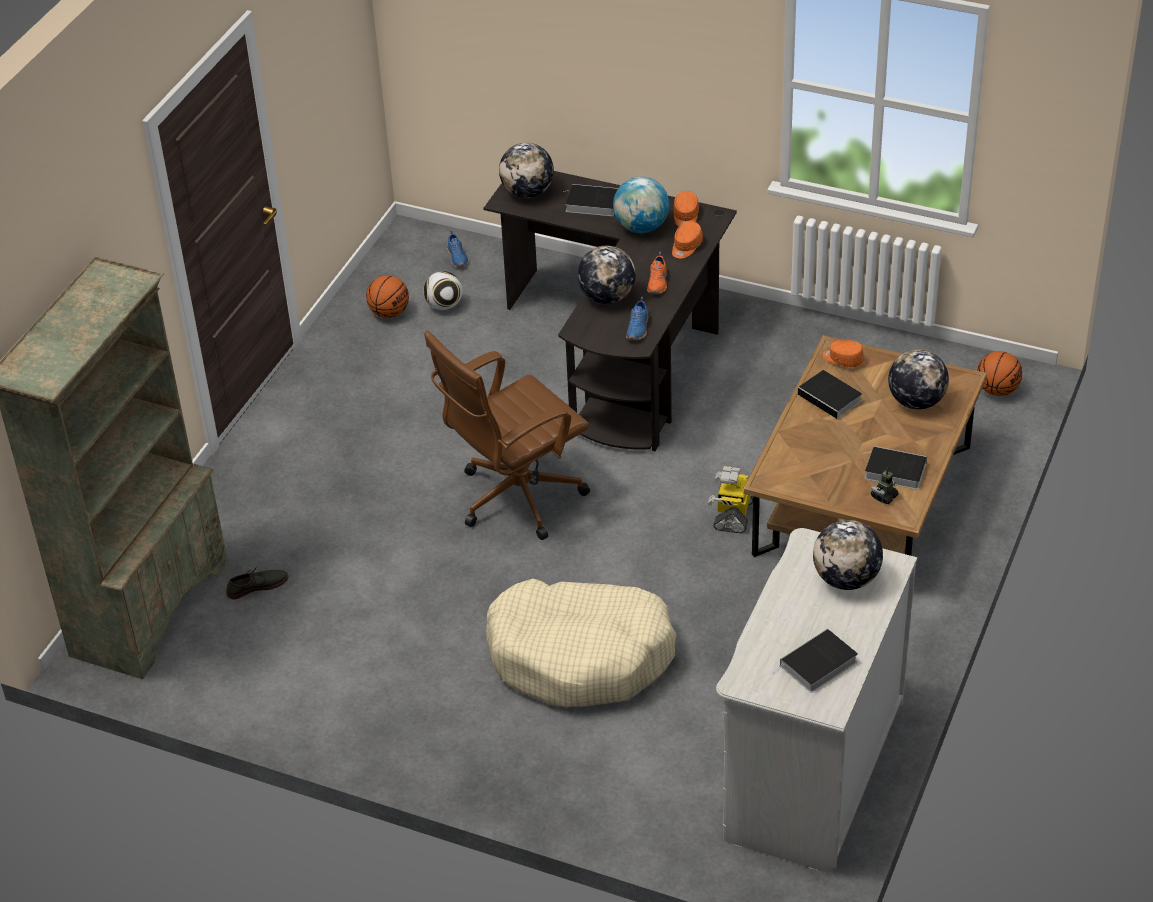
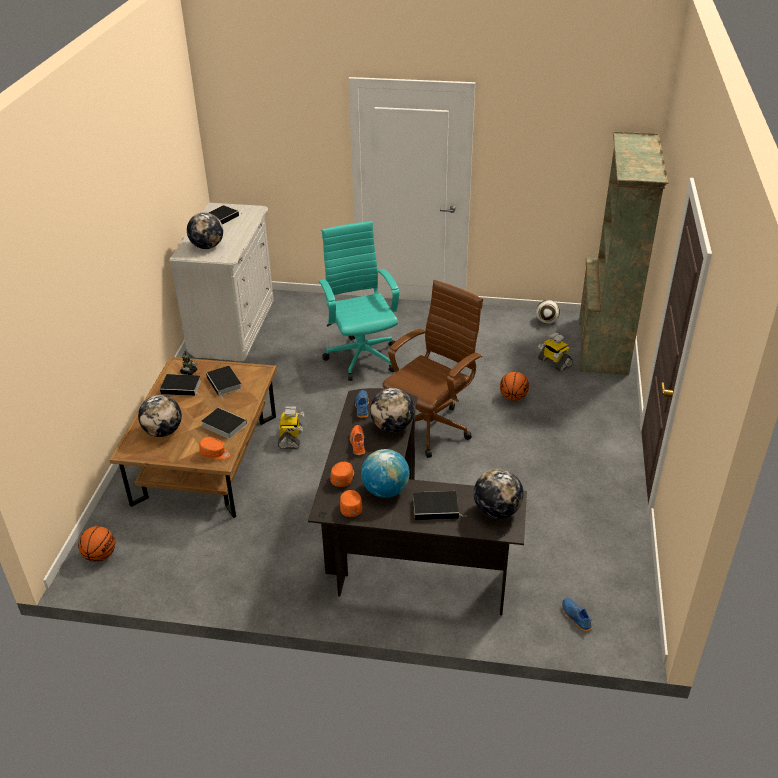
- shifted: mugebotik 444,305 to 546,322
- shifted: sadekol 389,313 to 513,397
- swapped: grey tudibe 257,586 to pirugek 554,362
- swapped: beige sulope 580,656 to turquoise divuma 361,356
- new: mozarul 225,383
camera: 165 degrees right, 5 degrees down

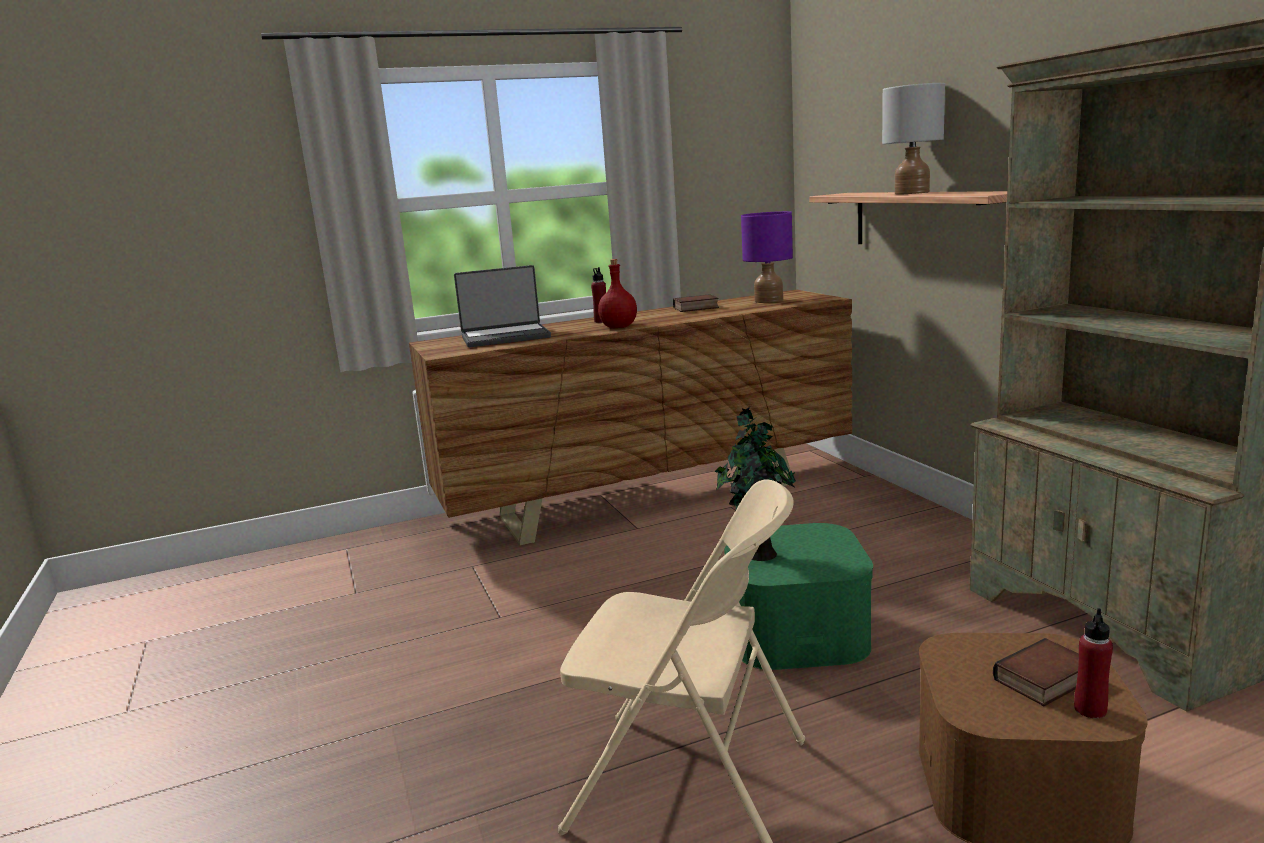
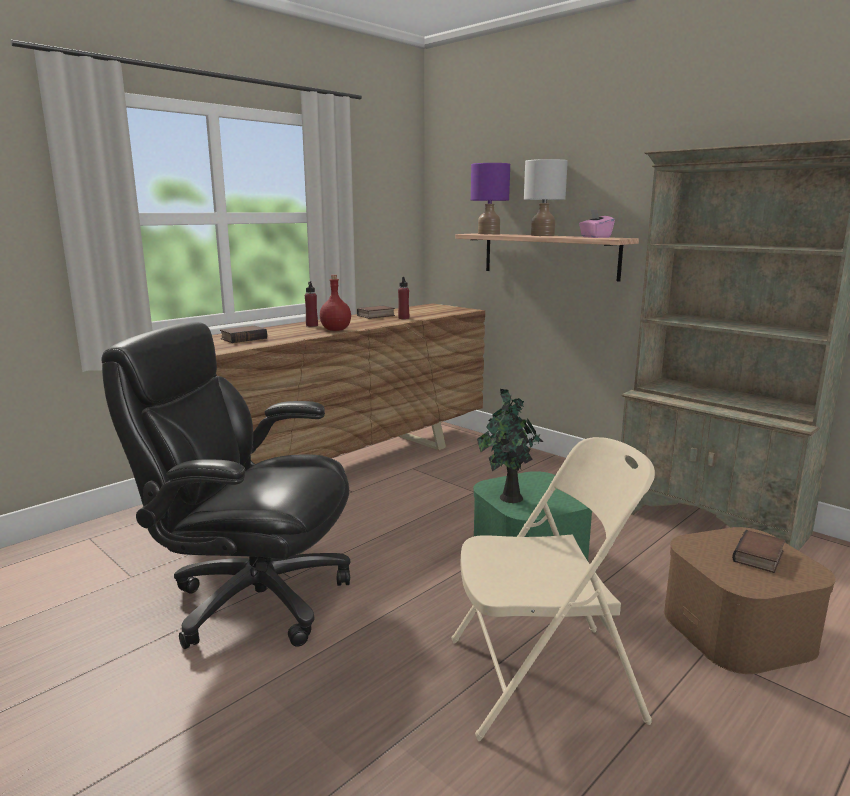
- shifted: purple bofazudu 769,301 to 489,234
- swapped: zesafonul 505,337 to mozarul 244,338
- shifted: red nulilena 1090,709 to 403,318
- new: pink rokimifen 595,237
- new: black divuma 253,598
camera: 25 degrees left, 0 degrees up

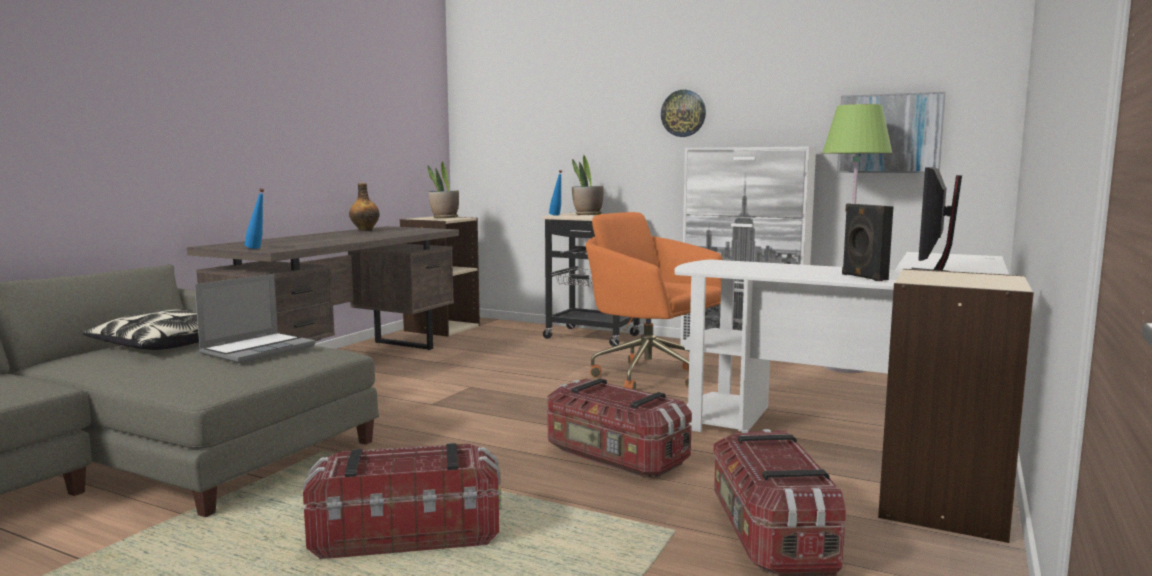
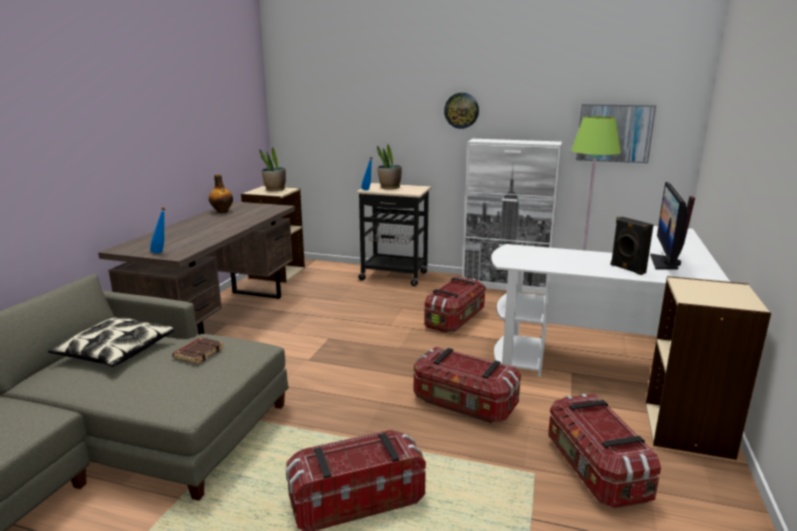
- swapped: orange divuma 652,378 to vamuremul 455,319
- swapped: zesafonul 258,350 to brown mozarul 198,353
camera: 10 degrees left, 10 degrees up

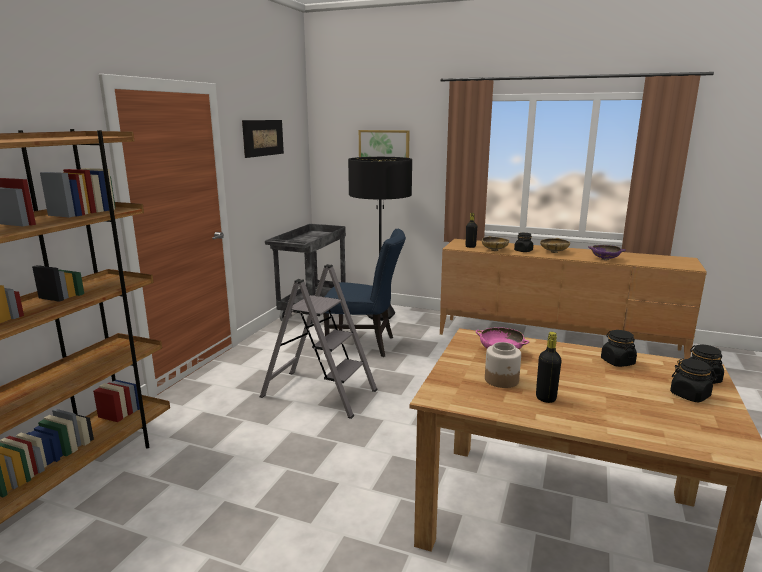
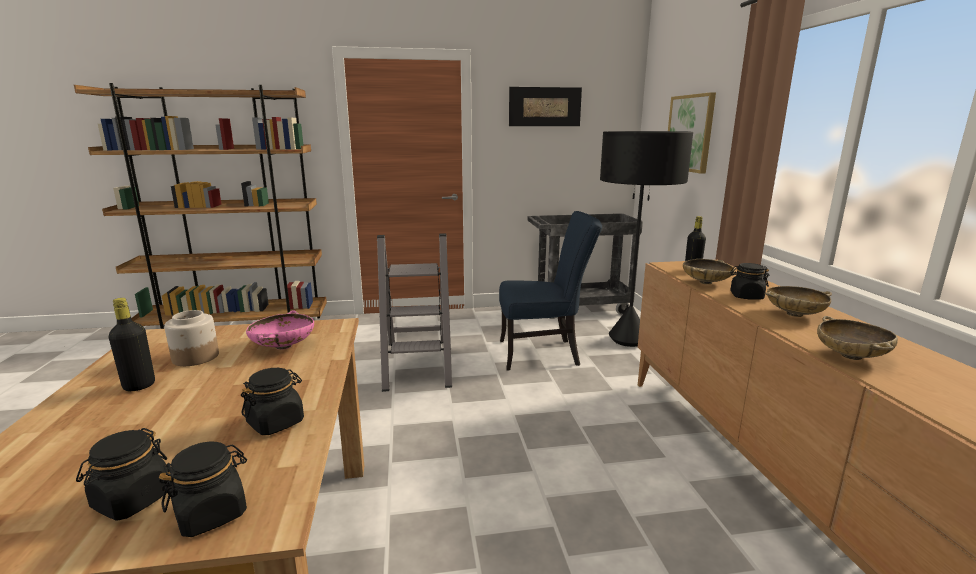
- rotated: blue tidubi 364,344 = 544,353 75 degrees counterclockwise
- repainted: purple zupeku 605,259 to beige zupeku 850,356
camera: 60 degrees right, 0 degrees up

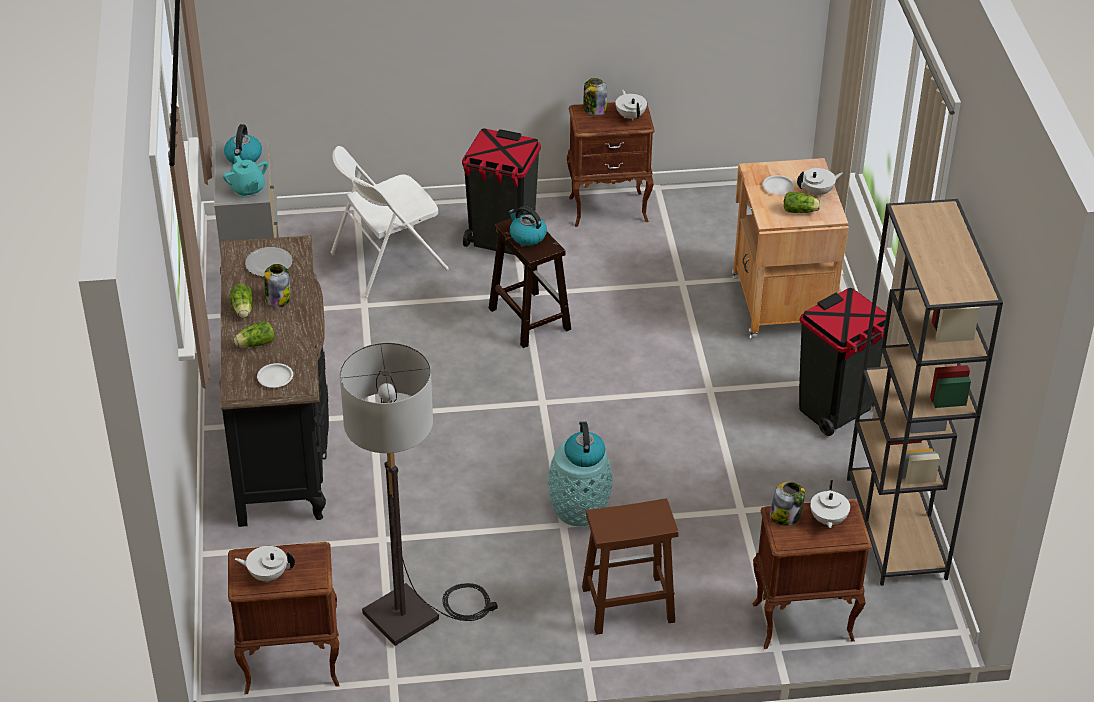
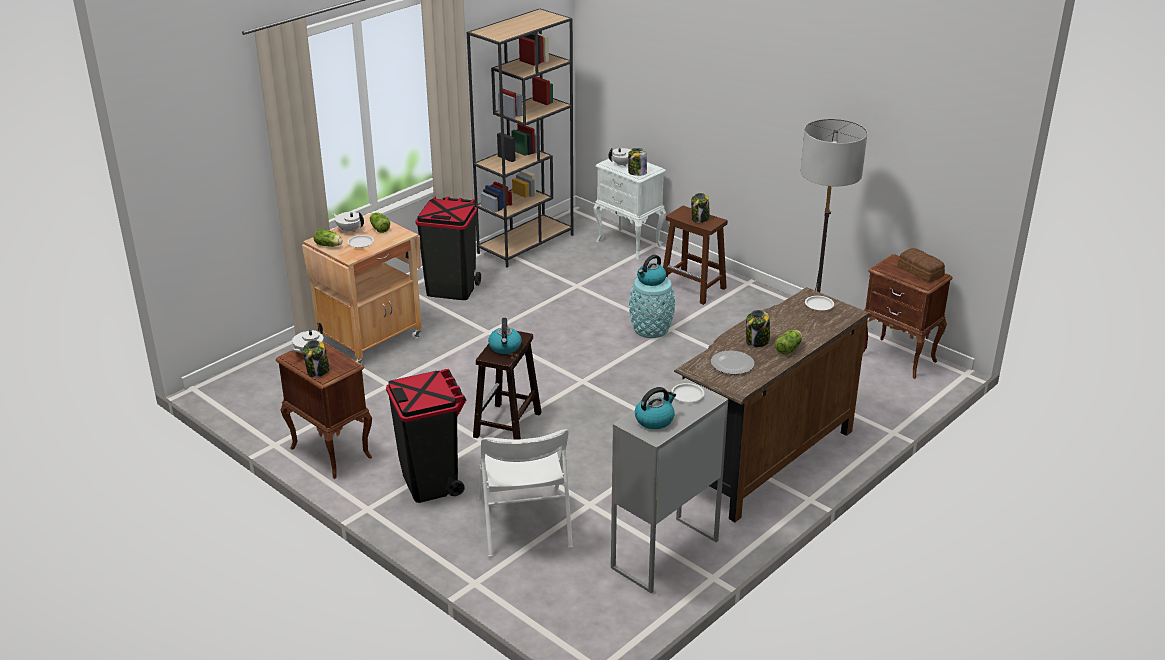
- rotated: white tidubi 388,261 = 524,523 60 degrees clockwise
- swapped: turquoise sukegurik 247,189 to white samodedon 687,395
- shifted: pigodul 254,344 to 329,245
- repainted: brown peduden 802,622 to white peduden 629,244
- swapped: white sukegurik 267,575 to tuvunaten 920,272
- new: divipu 700,219
camera: 130 degrees left, 10 degrees down

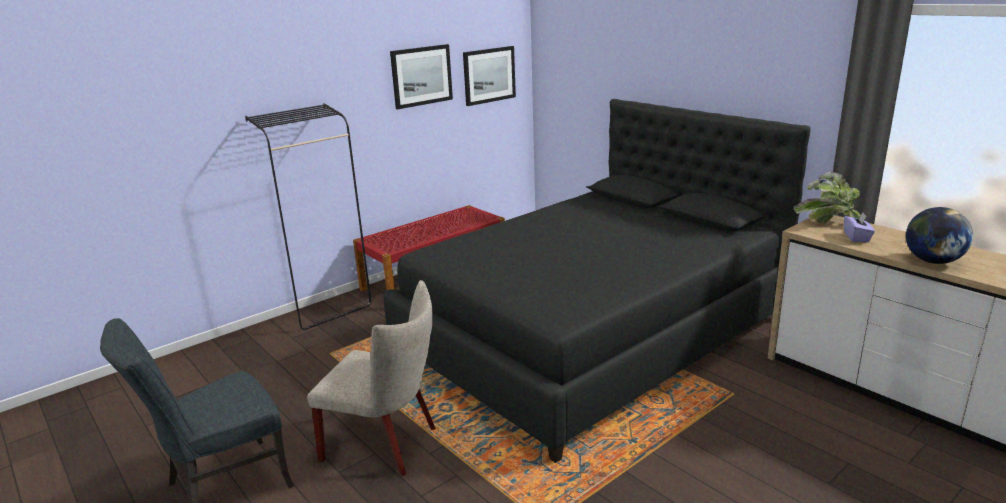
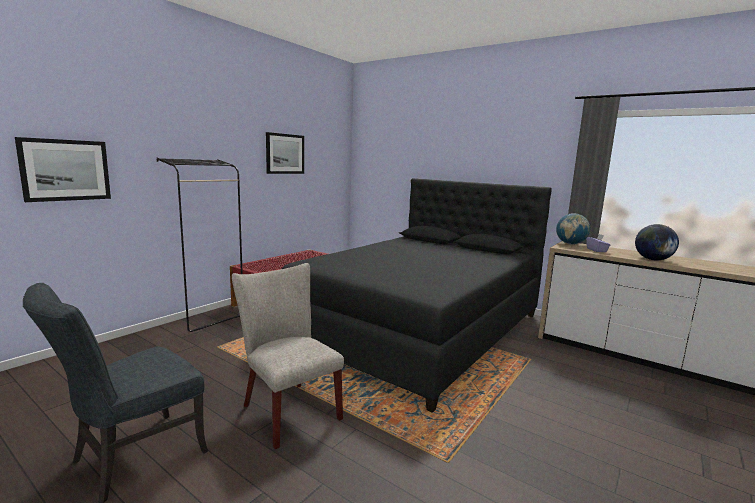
- shifted: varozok 489,75 to 66,170
- swapped: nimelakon 827,221 to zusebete 570,244
- rotated: beige tidubi 387,444 = 287,409 135 degrees counterclockwise
camera: 15 degrees left, 10 degrees down

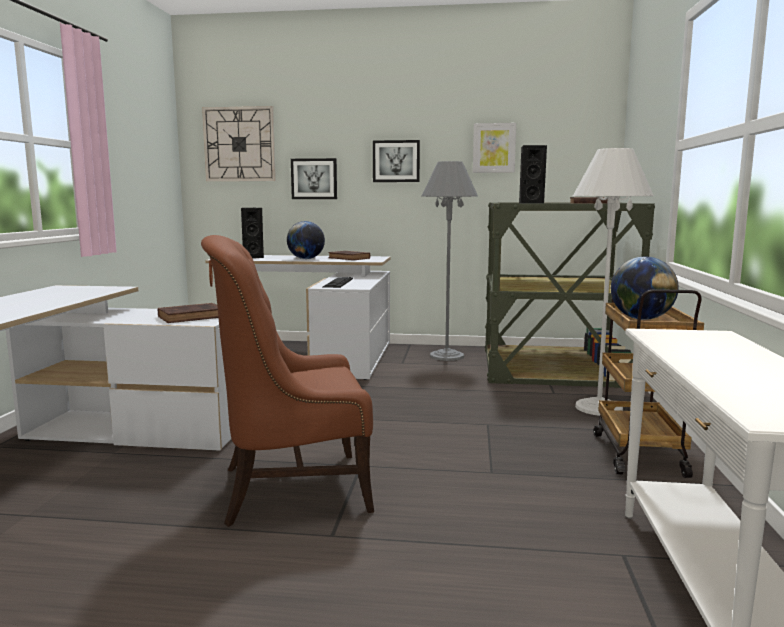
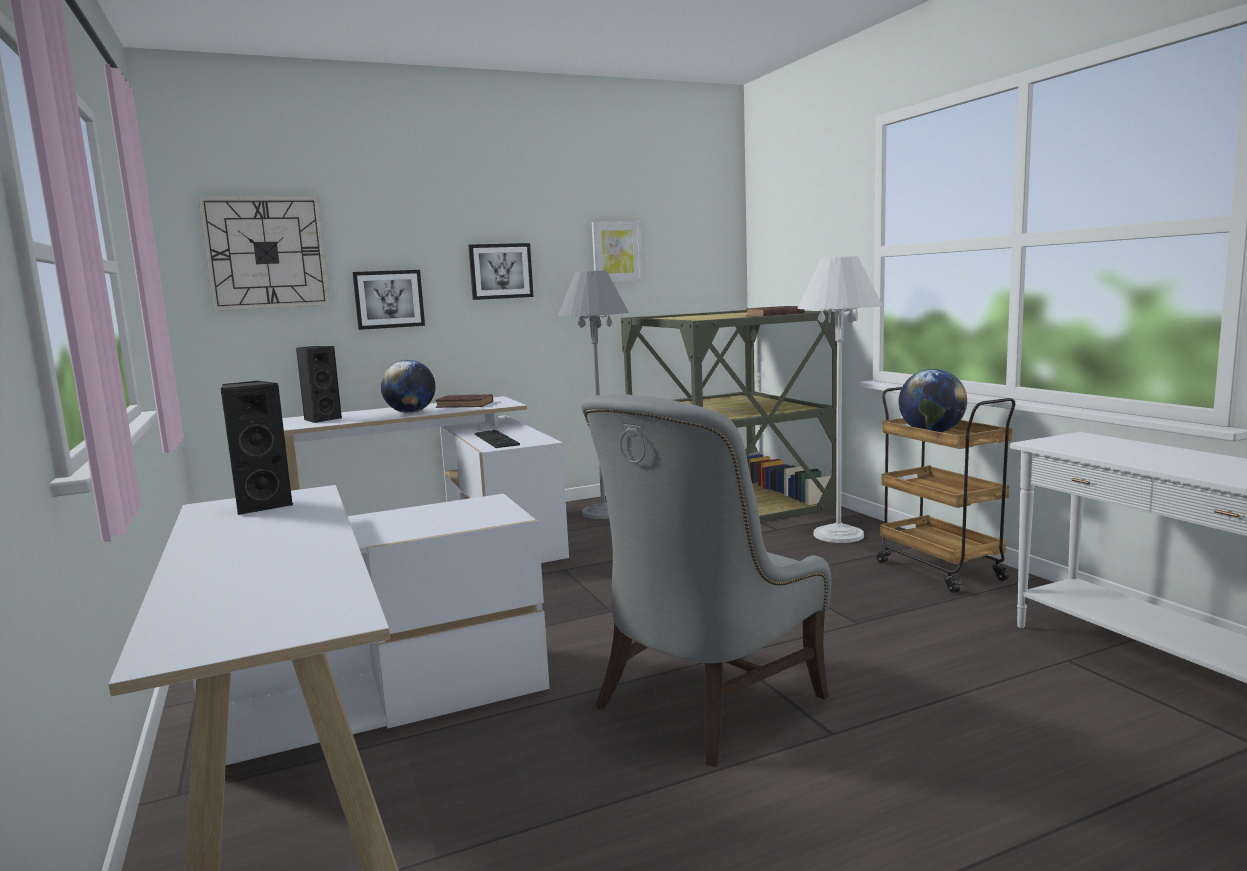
- shifted: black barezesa 530,204 to 262,505
- repainted: brown tidubi 292,488 to grey tidubi 706,702
- gone: brown mozarul 193,317
camera: 30 degrees left, 0 degrees up

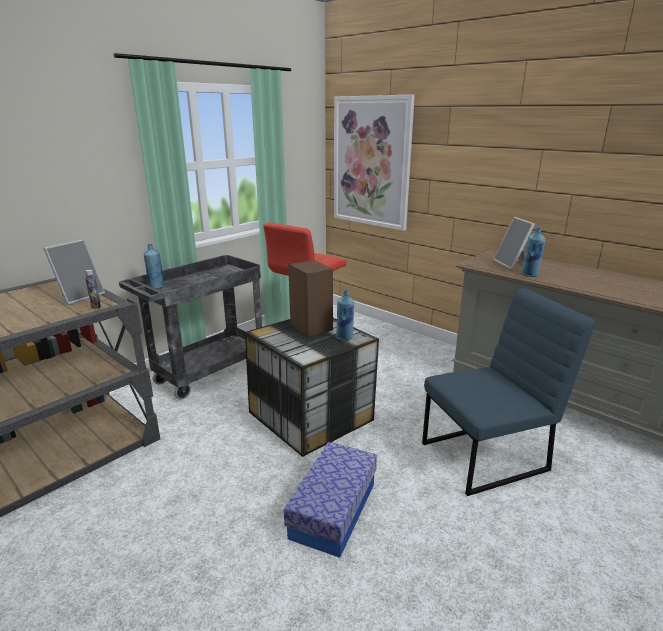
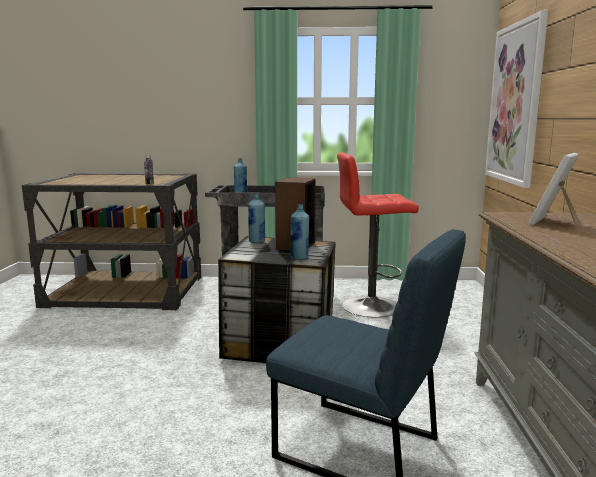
- shifted: blue nulilena 530,275 to 257,241
- gone: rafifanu 80,296
- gone: vamuremul 333,510
camera: 50 degrees right, 10 degrees down

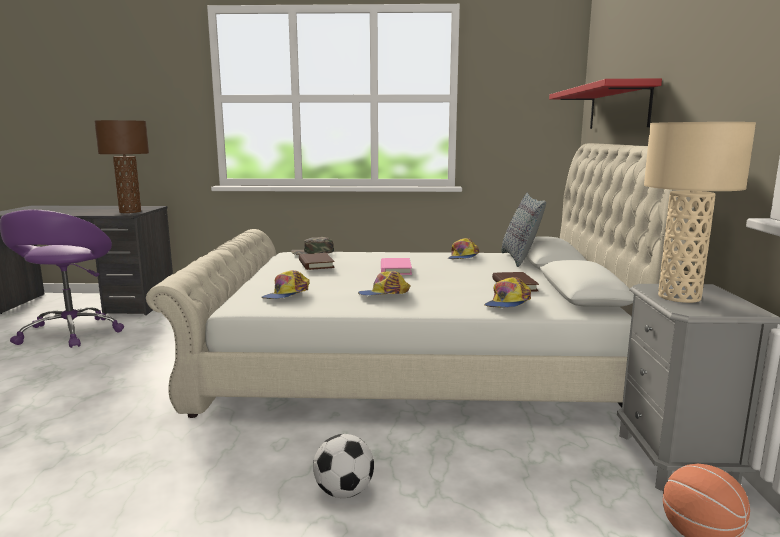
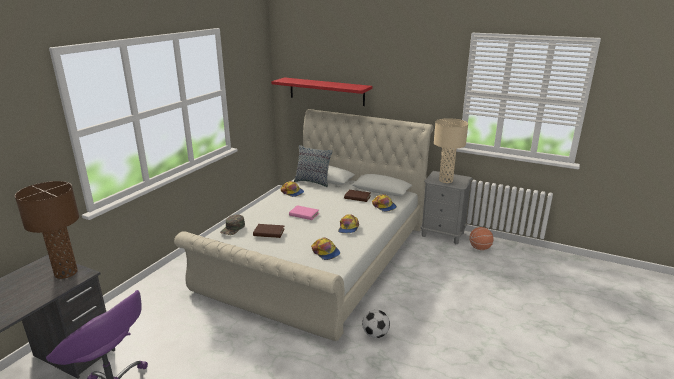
- shifted: mugebotik 344,492 to 375,334
camera: 65 degrees left, 10 degrees up

